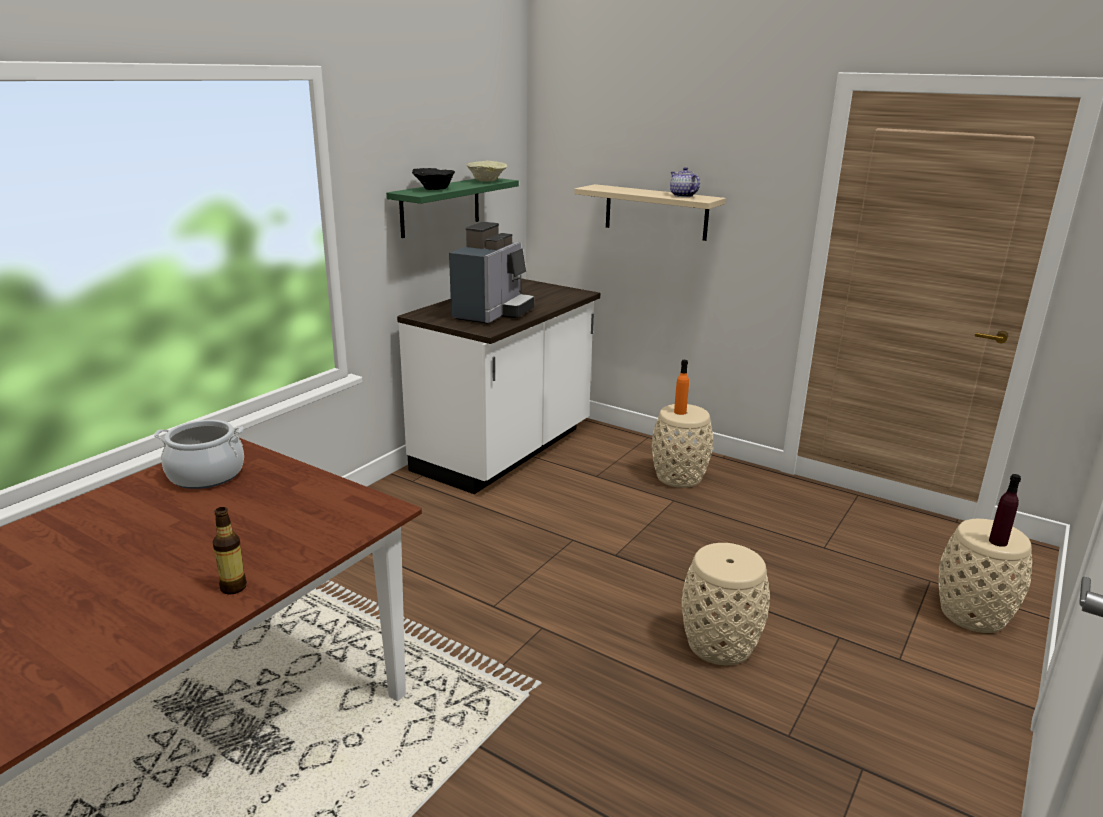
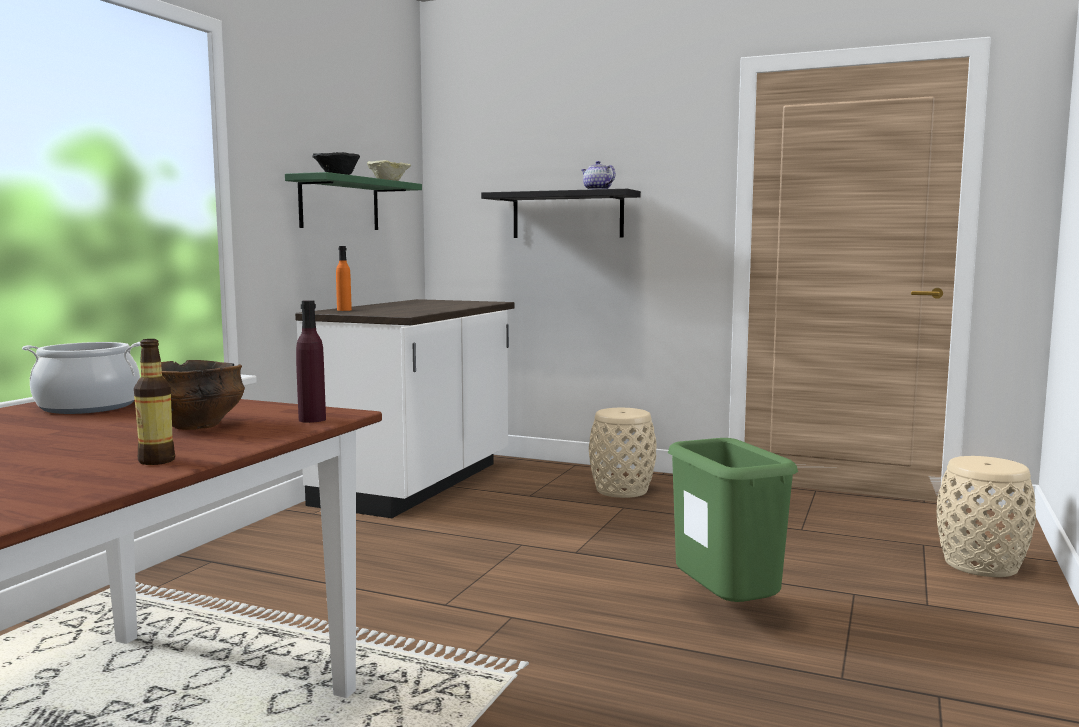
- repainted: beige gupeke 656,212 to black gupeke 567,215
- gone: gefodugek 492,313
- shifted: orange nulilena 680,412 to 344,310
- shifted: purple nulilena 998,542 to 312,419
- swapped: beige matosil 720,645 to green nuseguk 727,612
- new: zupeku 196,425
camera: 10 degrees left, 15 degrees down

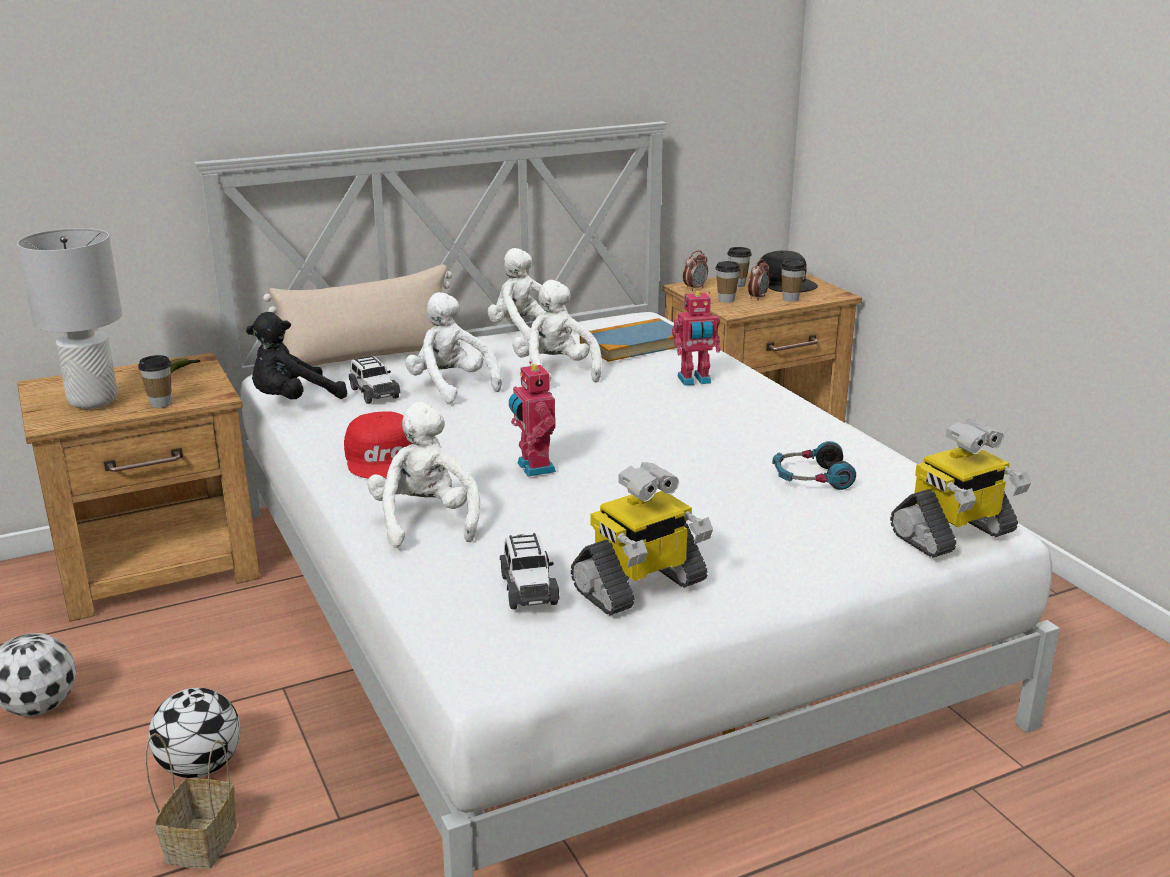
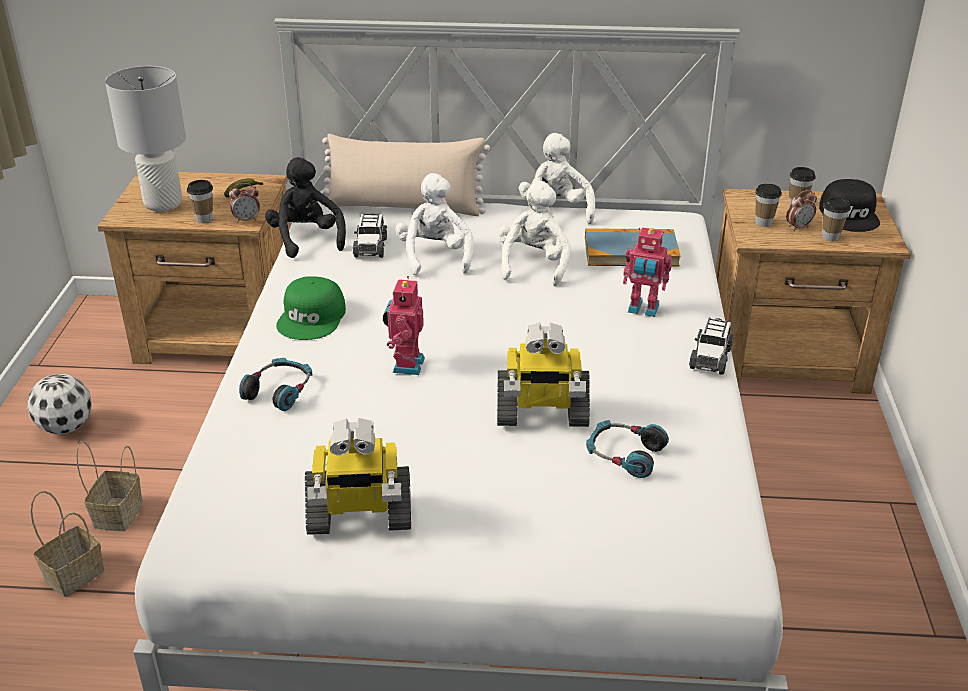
- shifted: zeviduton 695,288 to 247,220
- rotated: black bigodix 293,401 = 306,239 75 degrees clockwise
- swapped: white bigodix 425,521 to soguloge 279,391
- repainted: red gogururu 384,458 to green gogururu 312,318
- shifted: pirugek 953,535 to 541,413
- shifted: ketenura 528,588 to 710,357
- swapped: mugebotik 201,767 to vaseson 118,515
camera: 30 degrees right, 10 degrees up

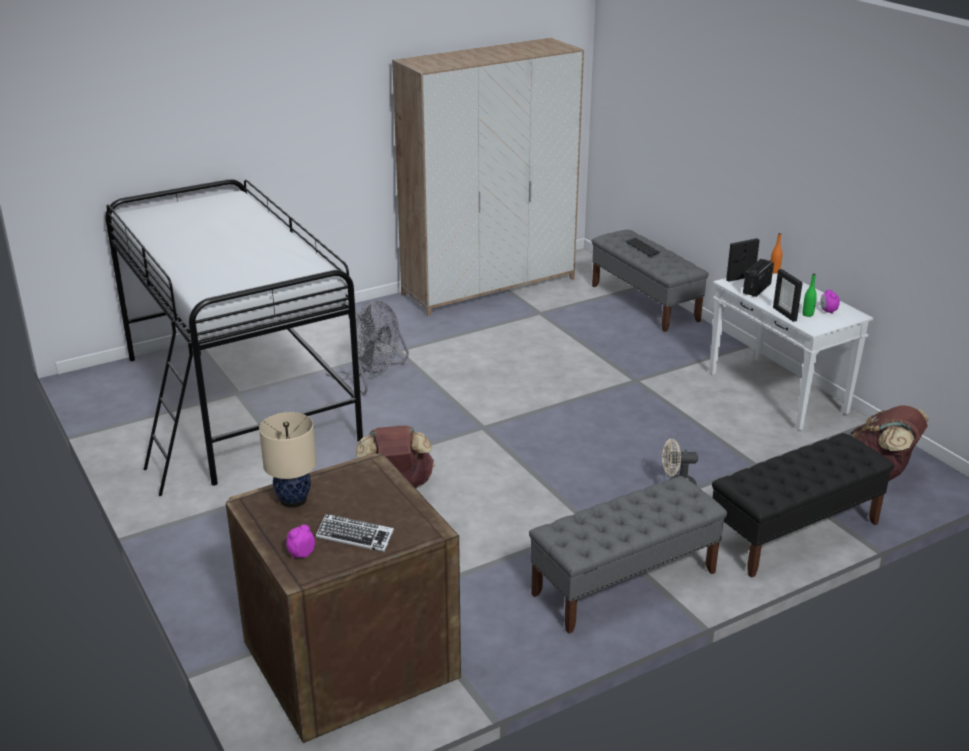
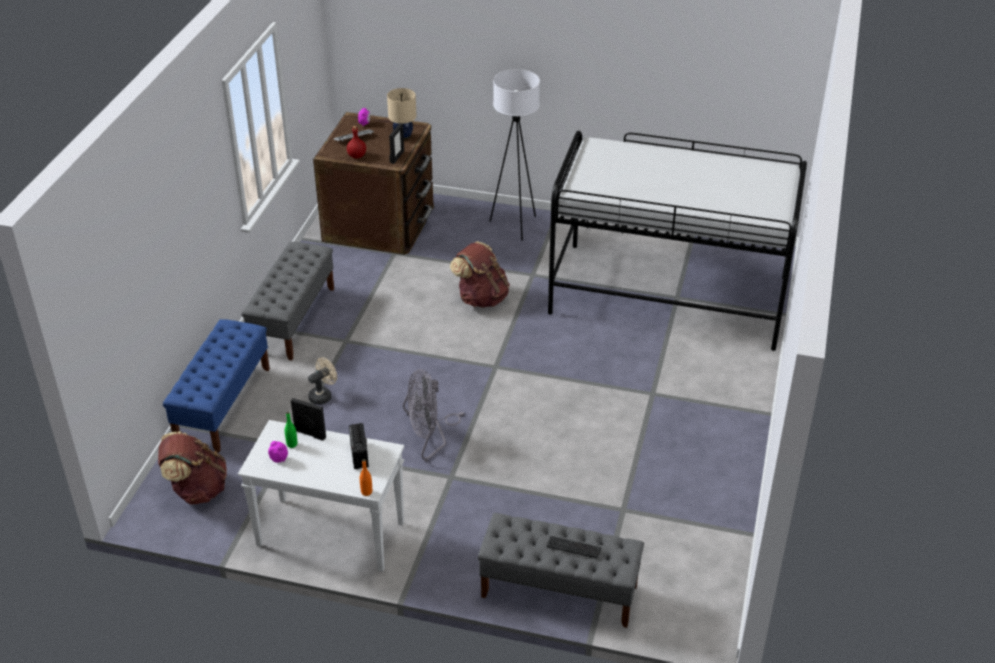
- gone: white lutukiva 489,286
- shifted: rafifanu 741,278 to 397,157
- shifted: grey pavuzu 370,377 to 430,432
- repainted: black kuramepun 794,533 to blue kuramepun 223,405
- new: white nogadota 515,226
- new: red nulilena 356,156
camera: 135 degrees right, 10 degrees up

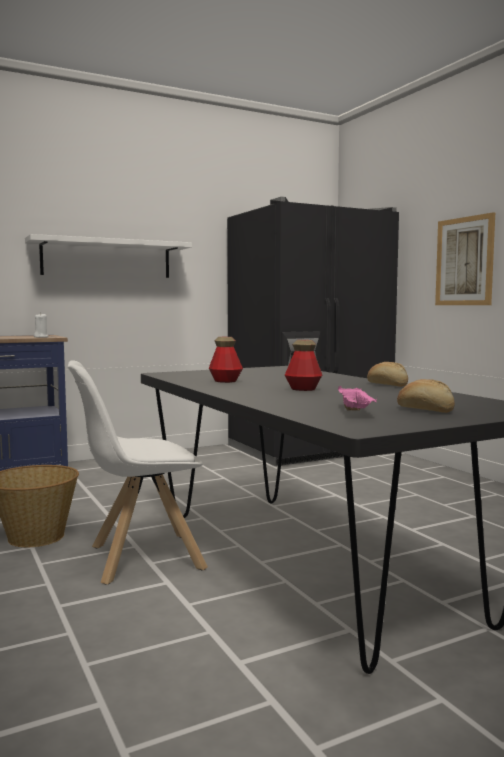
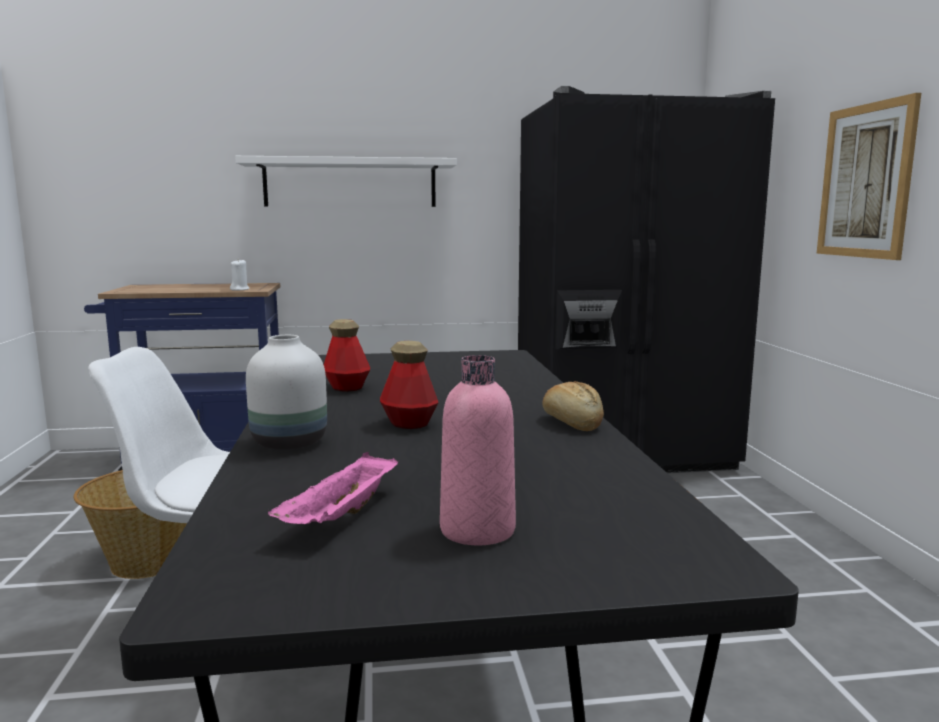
- swapped: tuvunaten 425,410 to pink nulilena 477,530
- new: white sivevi 288,442
camera: 20 degrees right, 5 degrees up

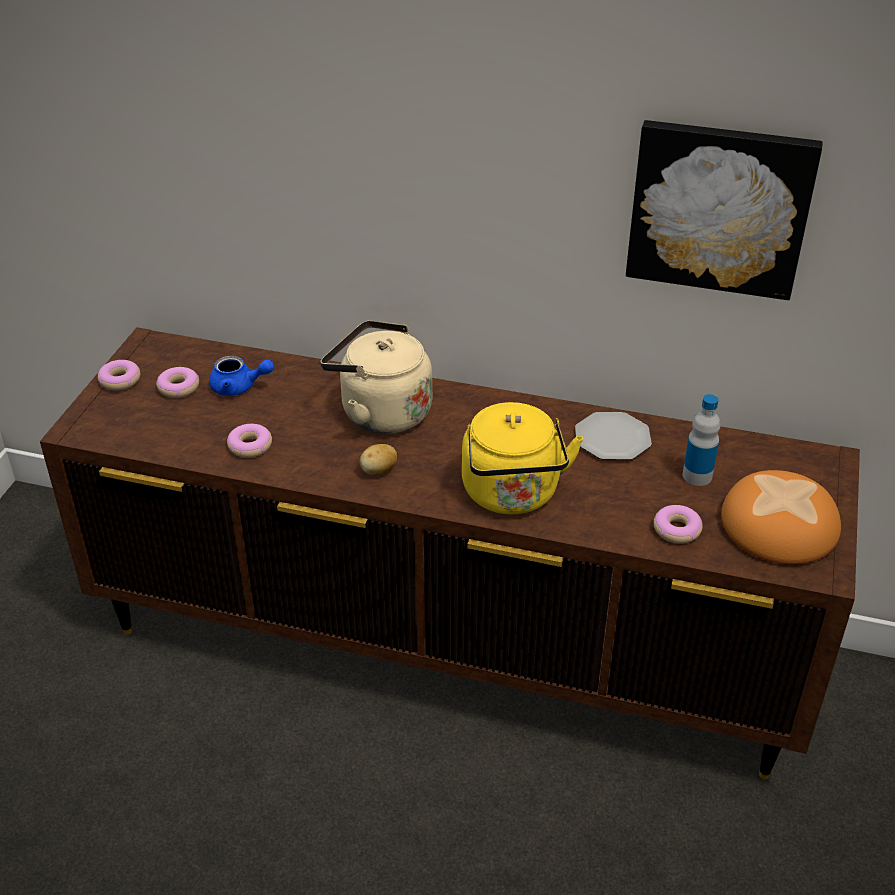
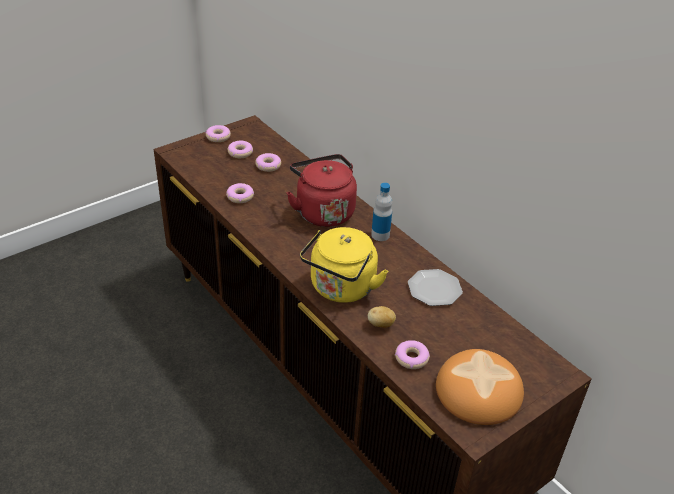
- gone: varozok 719,208
- repainted: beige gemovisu 380,412 to red gemovisu 323,211
- swapped: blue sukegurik 239,387 to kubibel 268,166
- shifted: nulilena 697,476 to 380,235
- shifted: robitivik 378,471 to 380,324
camera: 35 degrees right, 0 degrees up

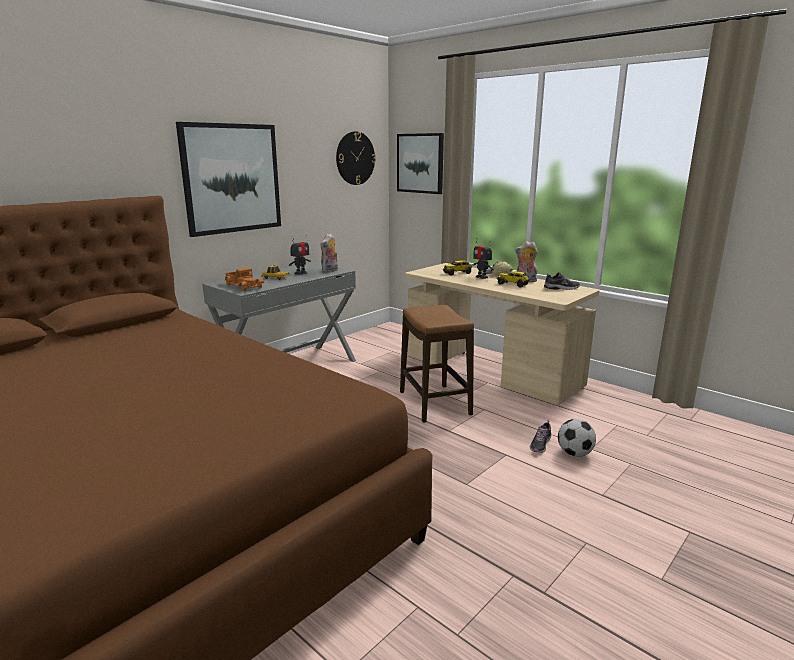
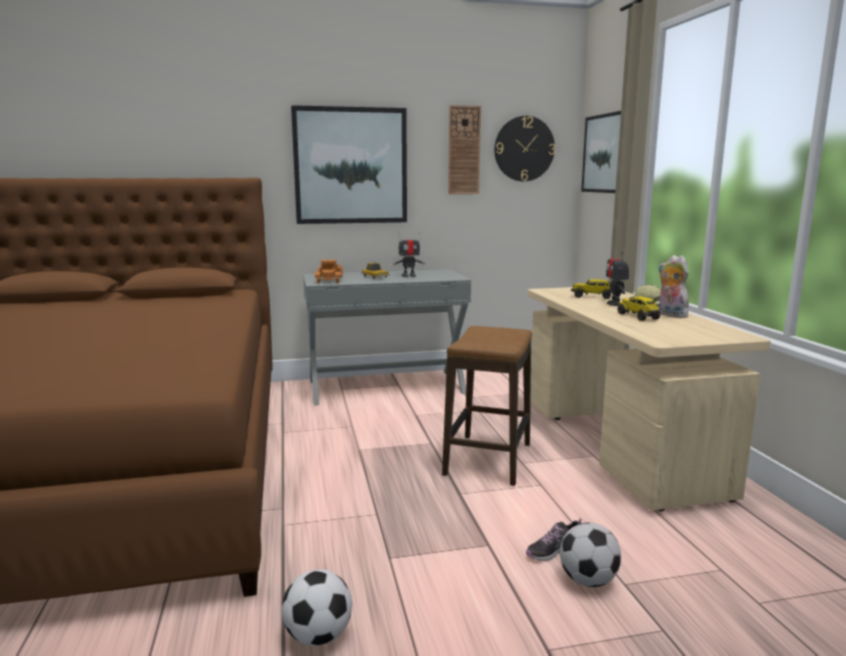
- gone: bigodix 330,271
- gone: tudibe 561,288
- new: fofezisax 464,150
- new: mugebotik 318,636
camera: 35 degrees right, 5 degrees down

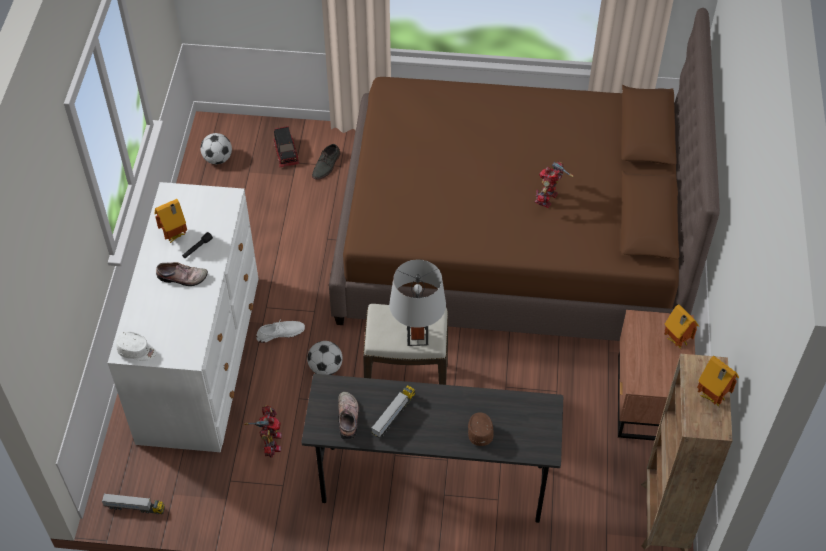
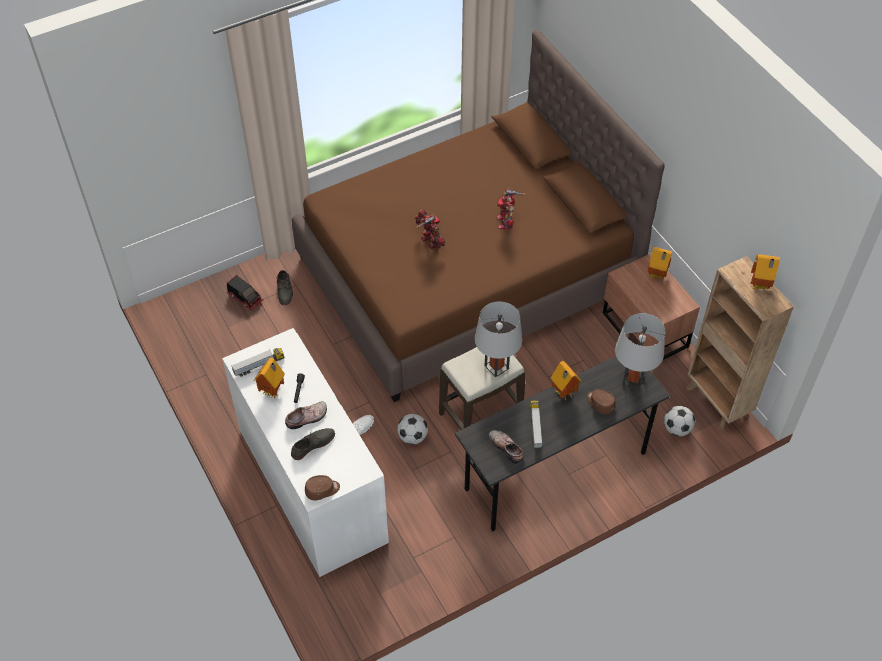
- shifted: mugebotik 218,159 to 677,429
- repainted: white gogururu 137,351 to brown gogururu 322,490
- shifted: pirugek 270,442 to 430,242
- shifted: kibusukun 134,507 to 259,365
- new: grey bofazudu 633,379
- new: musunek 563,394
- new: grey tudibe 312,444
camera: 35 degrees left, 0 degrees up

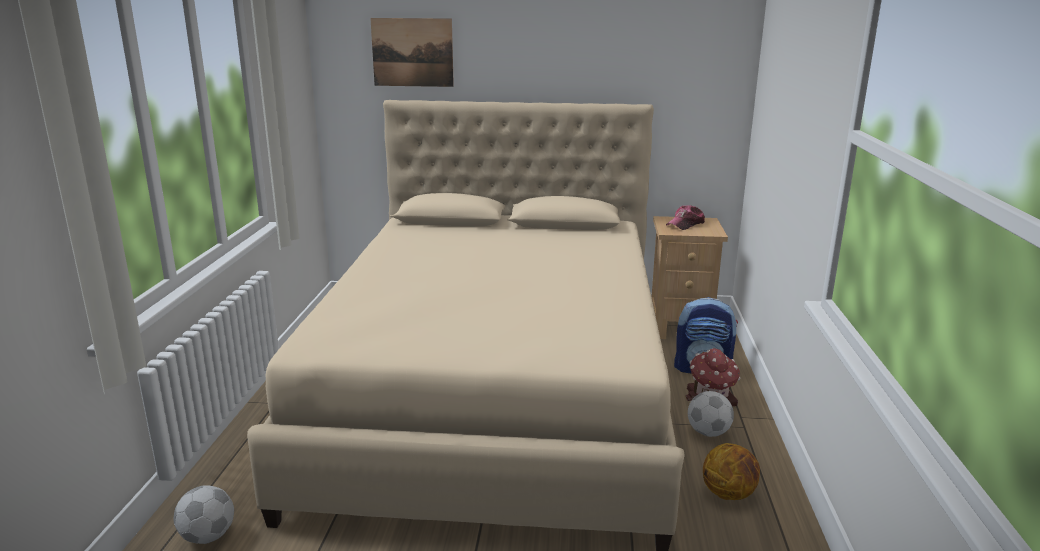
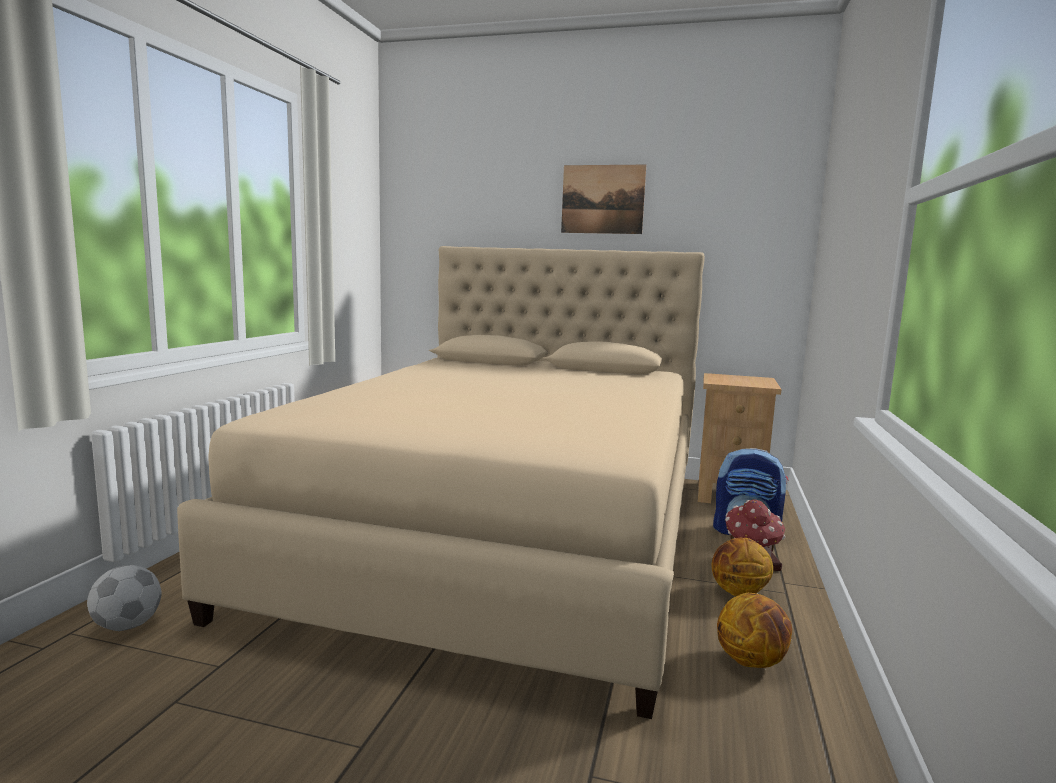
- shifted: varozok 412,52 to 602,199
- gone: gogururu 686,224
- swapped: mugebotik 708,433 to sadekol 739,593
camera: 10 degrees right, 10 degrees down

